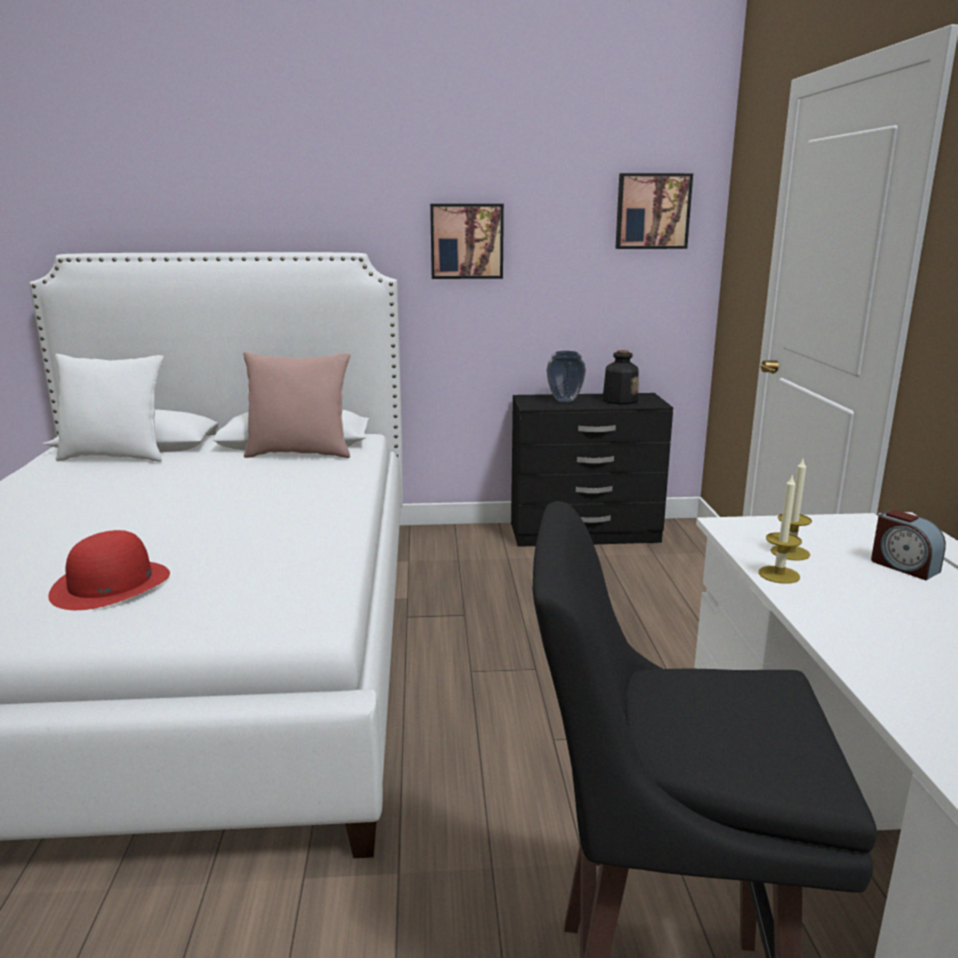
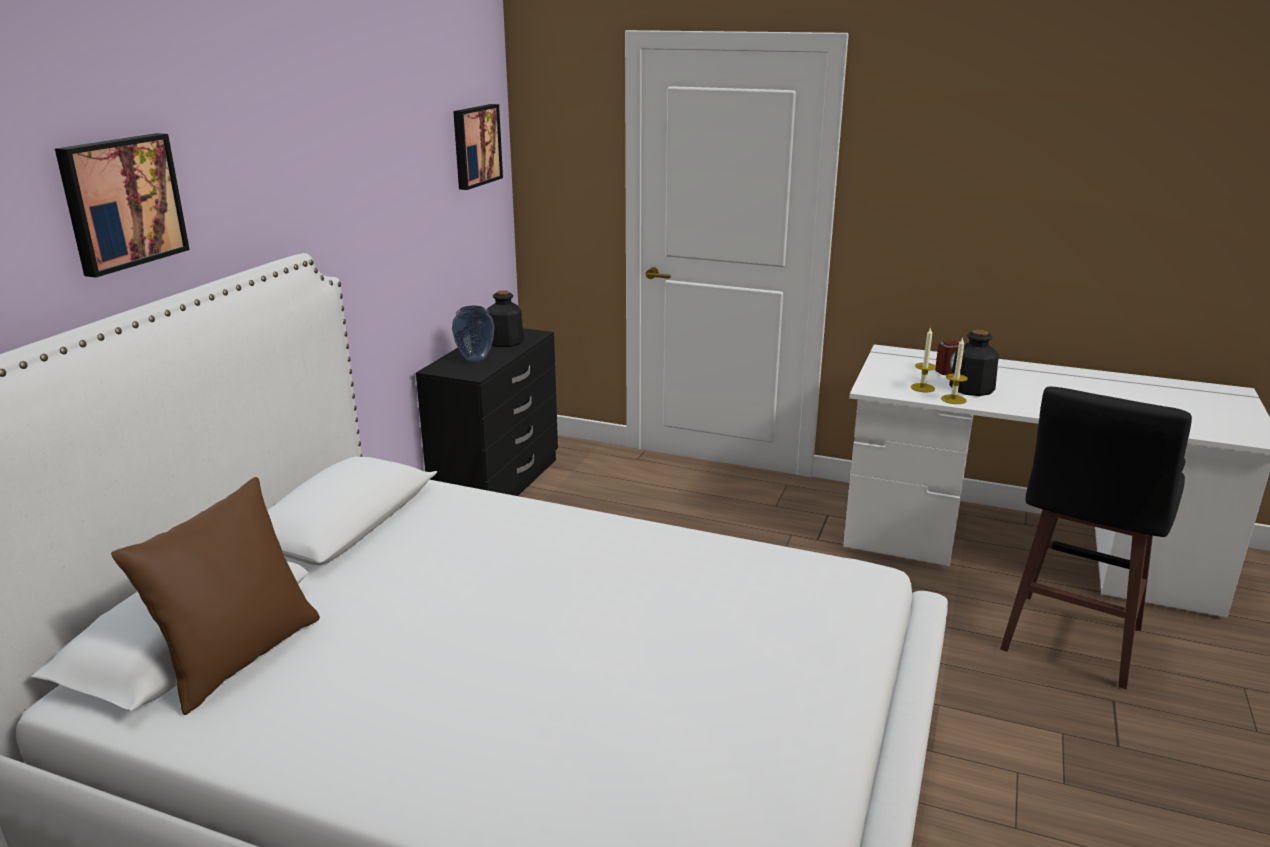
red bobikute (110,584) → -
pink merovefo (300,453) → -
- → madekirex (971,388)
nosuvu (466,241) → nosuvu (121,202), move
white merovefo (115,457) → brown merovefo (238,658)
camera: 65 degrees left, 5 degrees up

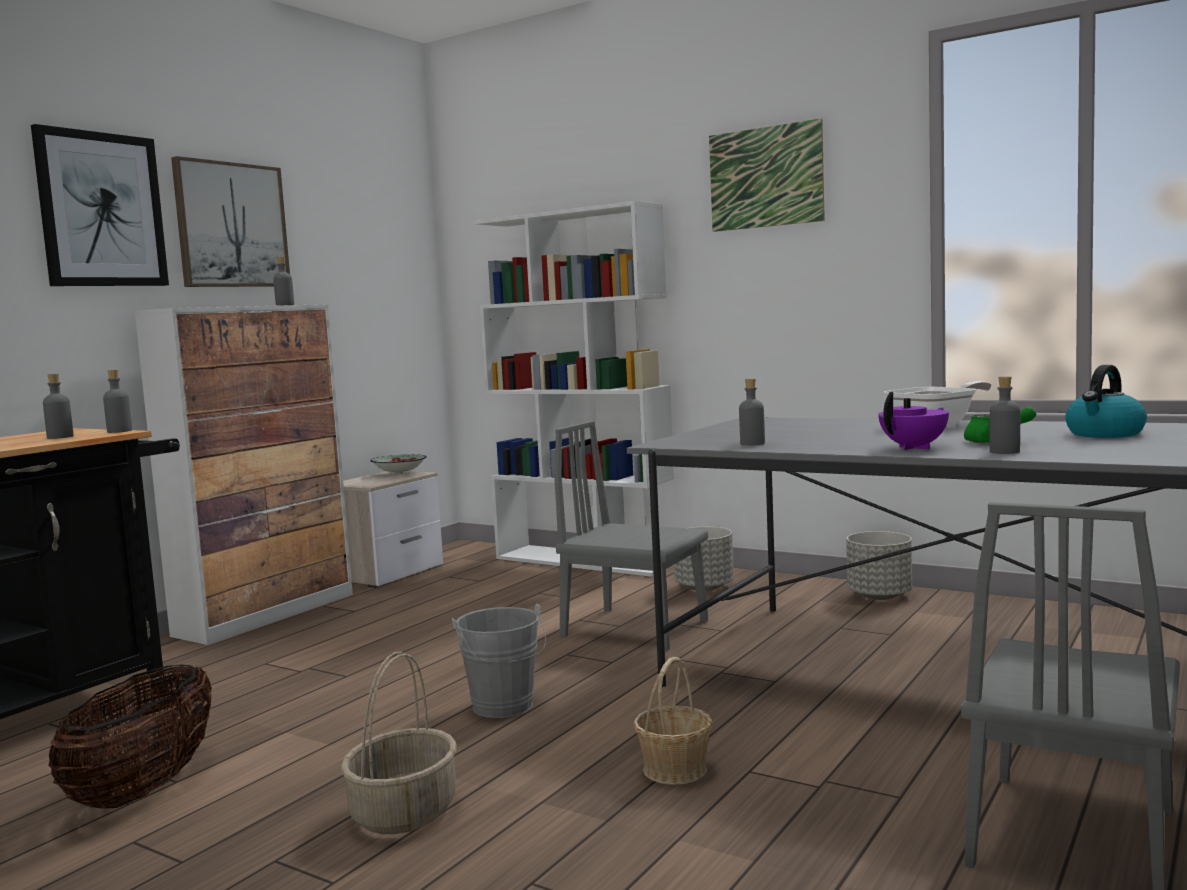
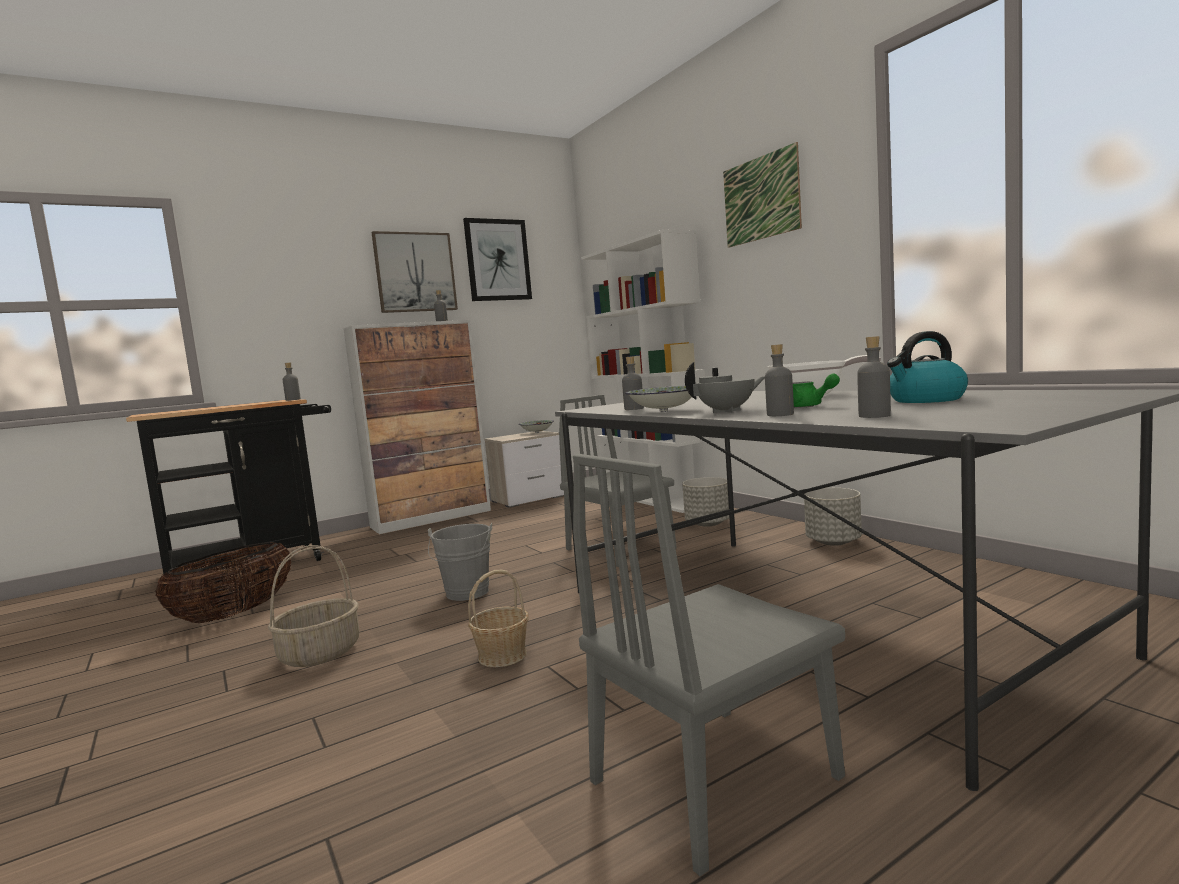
- → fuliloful (664,411)
nosuvu (101,210) → nosuvu (497,260), move
grey madekirex (60,437) → grey madekirex (874,416), move
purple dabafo (915,447) → grey dabafo (727,411)
camera: 25 degrees right, 0 degrees up

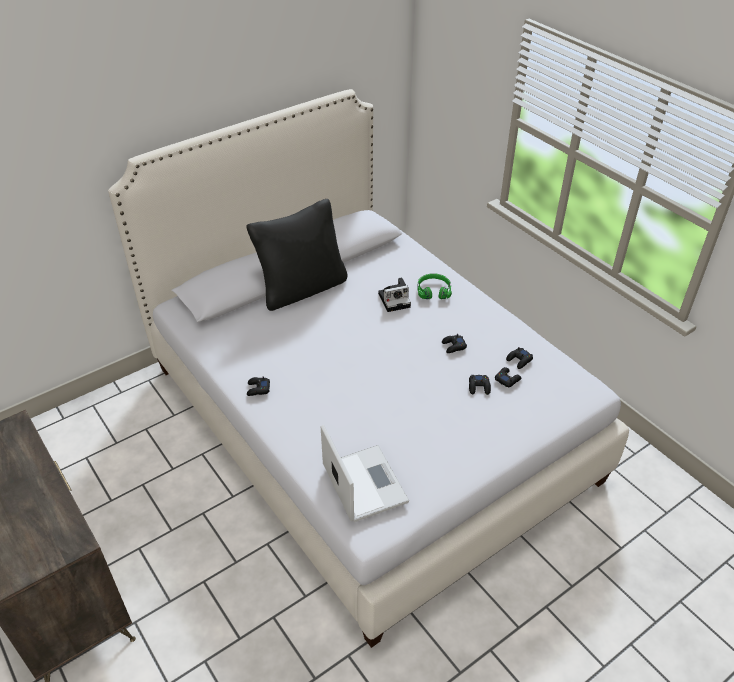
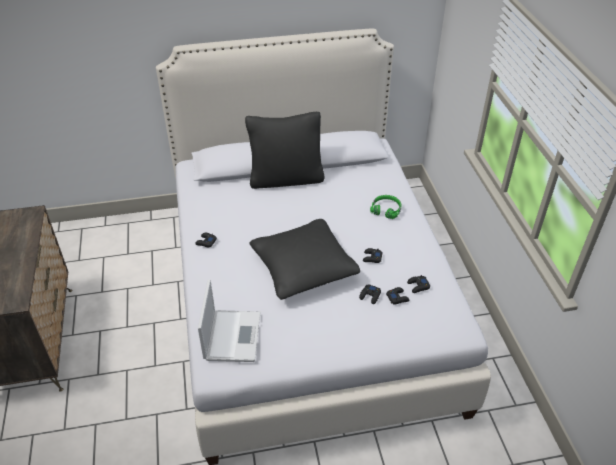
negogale (395,300) → -
- → black merovefo (303,268)
camera: 25 degrees right, 0 degrees up

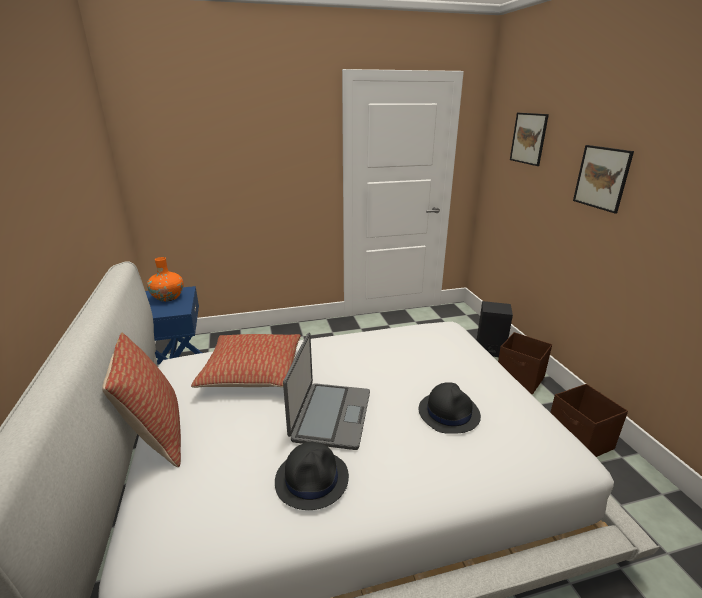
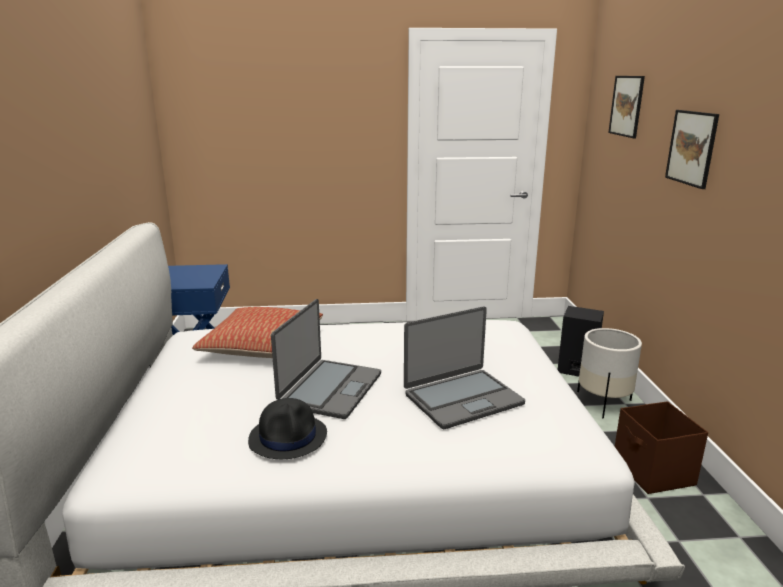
merovefo (155,434) → -
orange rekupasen (168,297) → -
black bobikute (449,412) → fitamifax (462,399)
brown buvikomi (520,379) → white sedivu (603,403)
camera: 10 degrees right, 5 degrees down

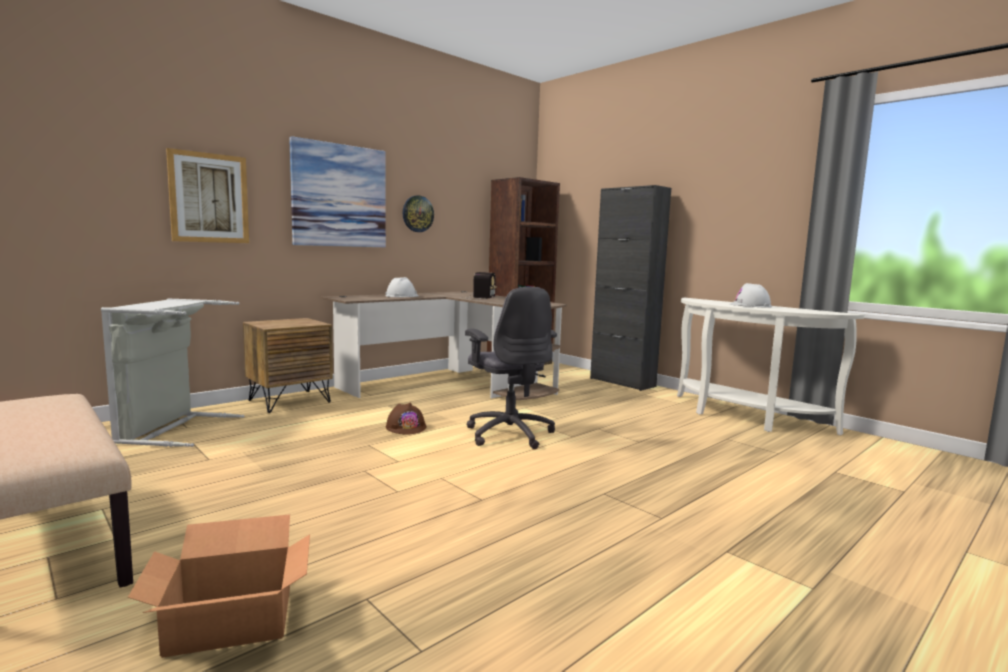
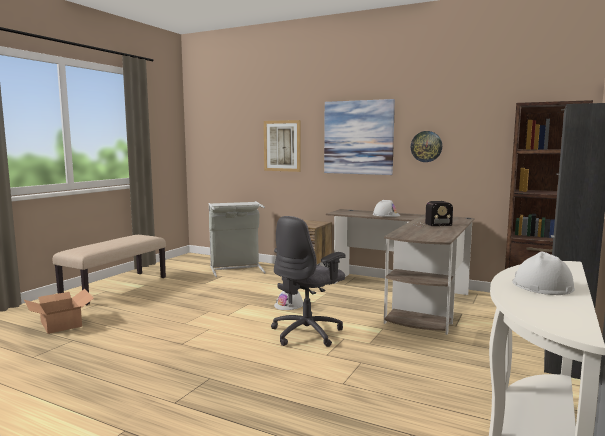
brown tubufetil (406,427) → white tubufetil (289,305)
camera: 70 degrees right, 0 degrees up

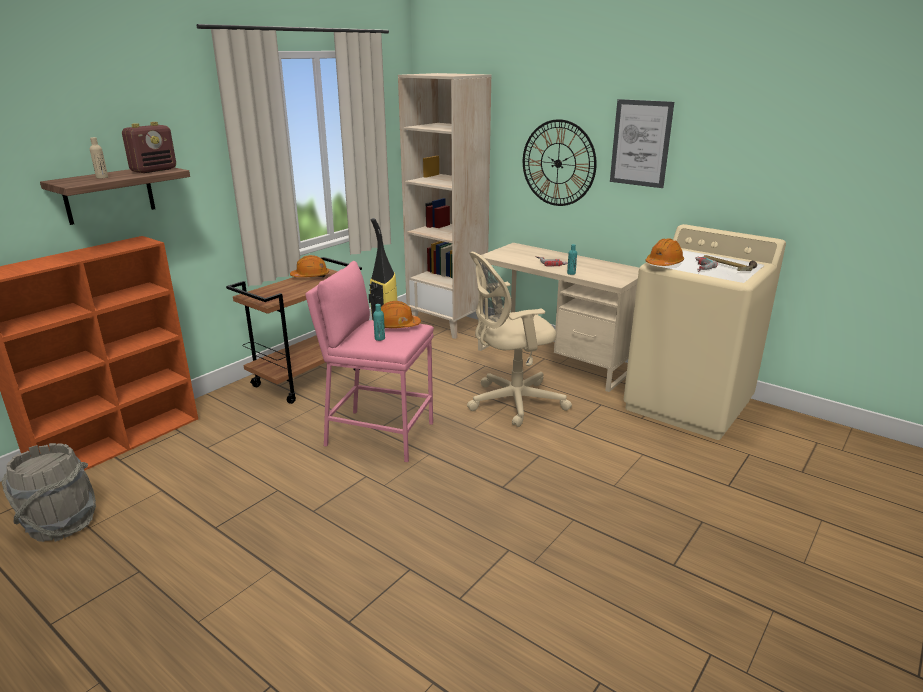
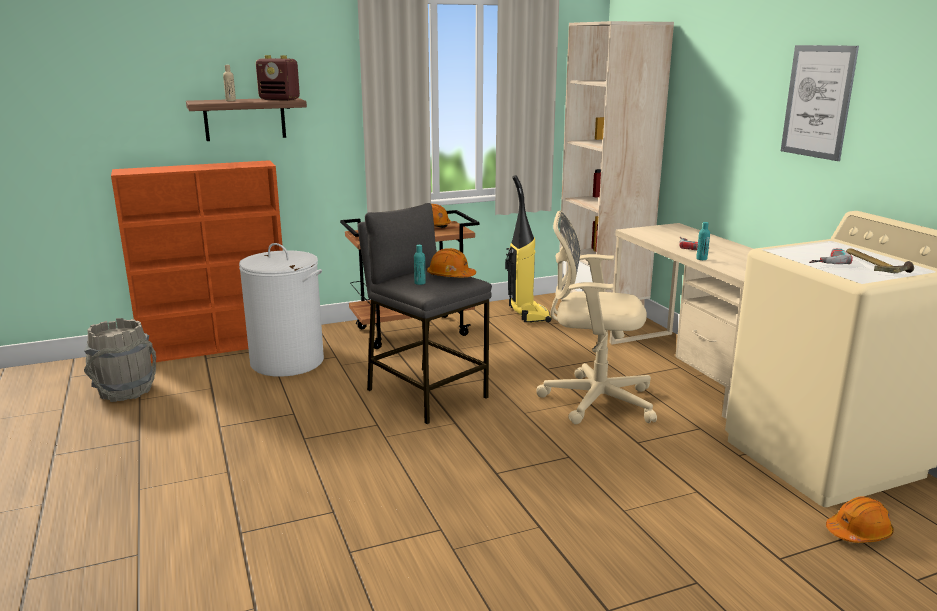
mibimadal (558,163) → -
- → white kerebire (288,361)
orange tubufetil (663,264) → orange tubufetil (858,532), move
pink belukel (379,434) → grey belukel (426,393)
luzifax (154,170) → luzifax (280,99), 45 degrees clockwise
camera: 30 degrees right, 5 degrees down

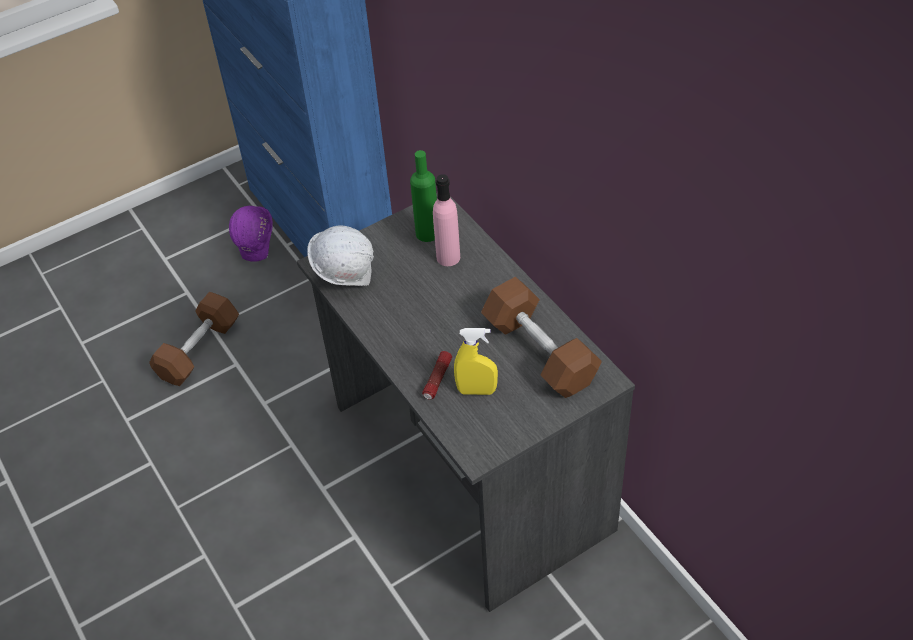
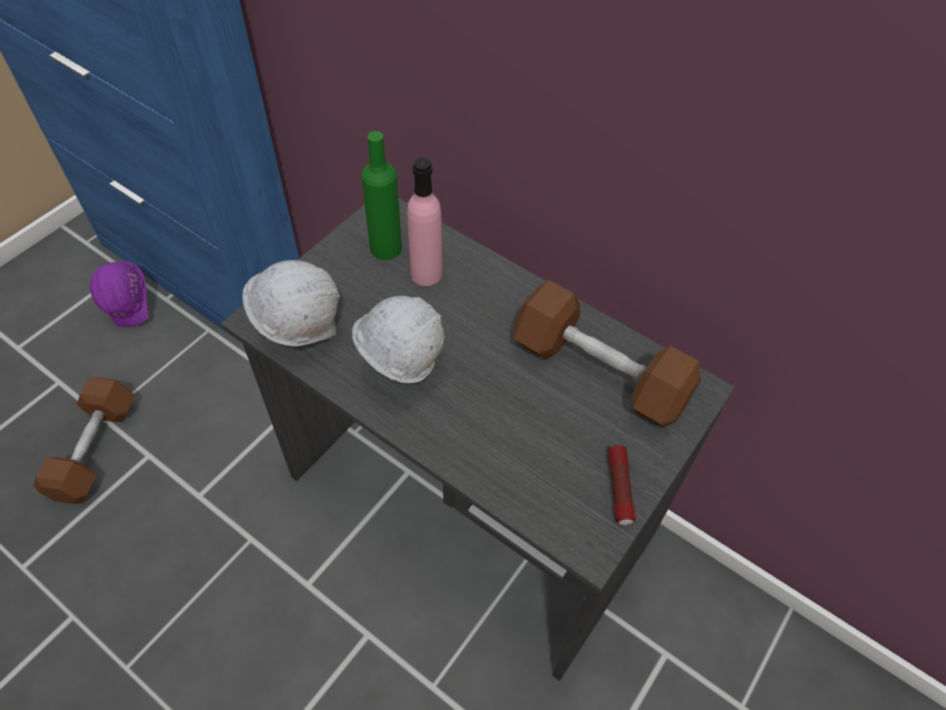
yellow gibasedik (476,390) → -
- → white tubufetil (400,368)
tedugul (437,379) → tedugul (619,489), move
camera: 25 degrees left, 5 degrees up

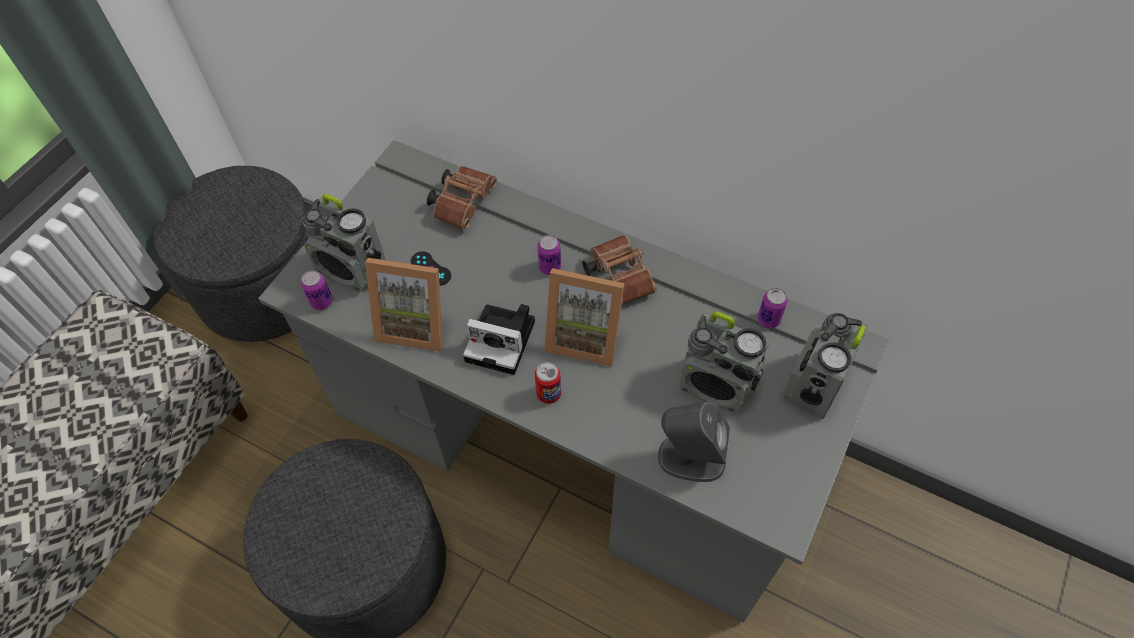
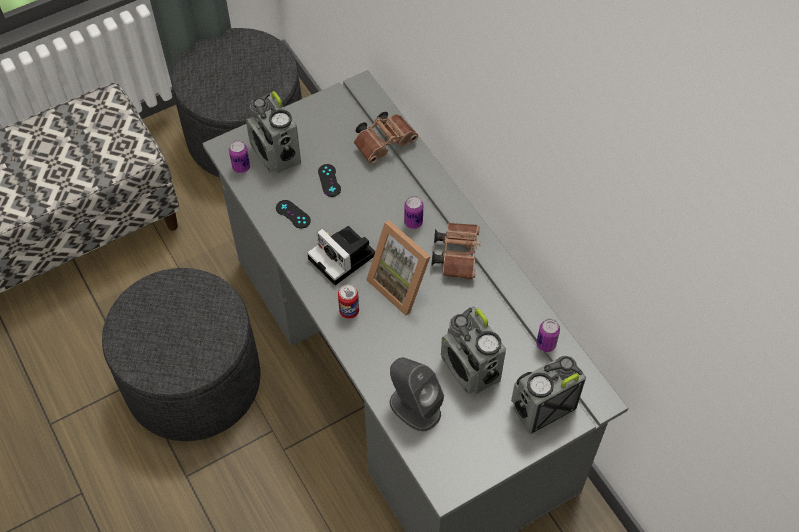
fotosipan (415,323) → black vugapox (293,214)
camera: 30 degrees right, 0 degrees up

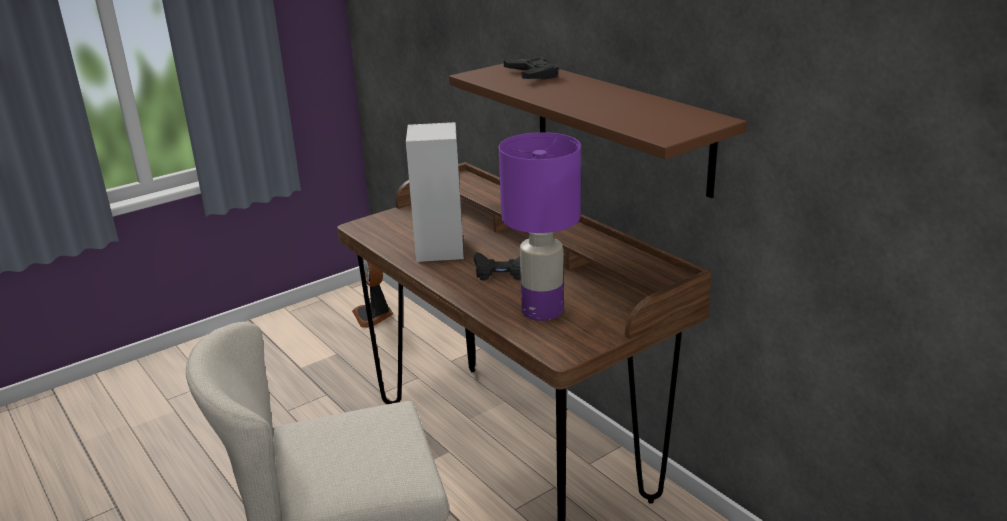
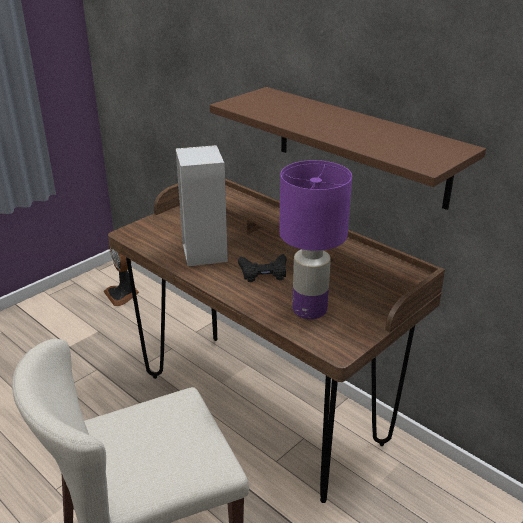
black vugapox (532,74) → -
camera: 10 degrees left, 5 degrees up

